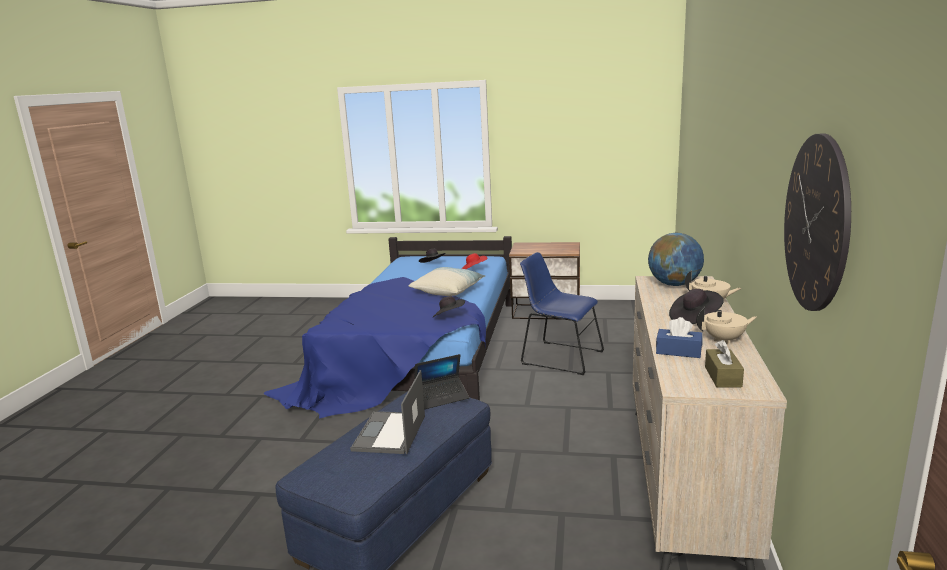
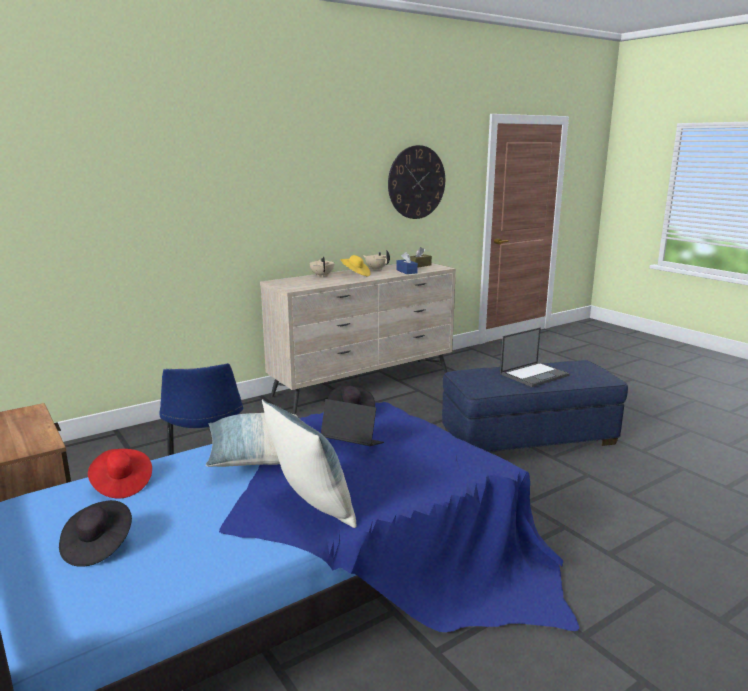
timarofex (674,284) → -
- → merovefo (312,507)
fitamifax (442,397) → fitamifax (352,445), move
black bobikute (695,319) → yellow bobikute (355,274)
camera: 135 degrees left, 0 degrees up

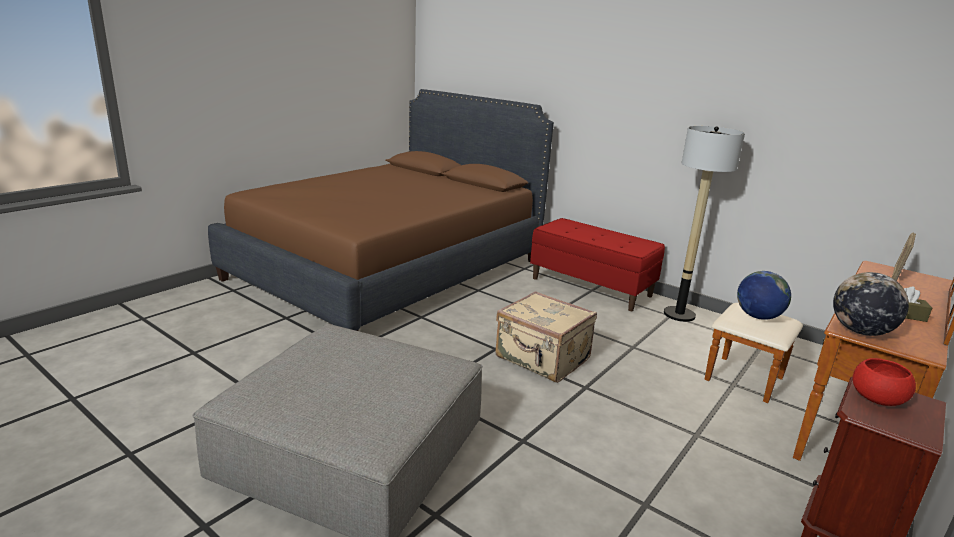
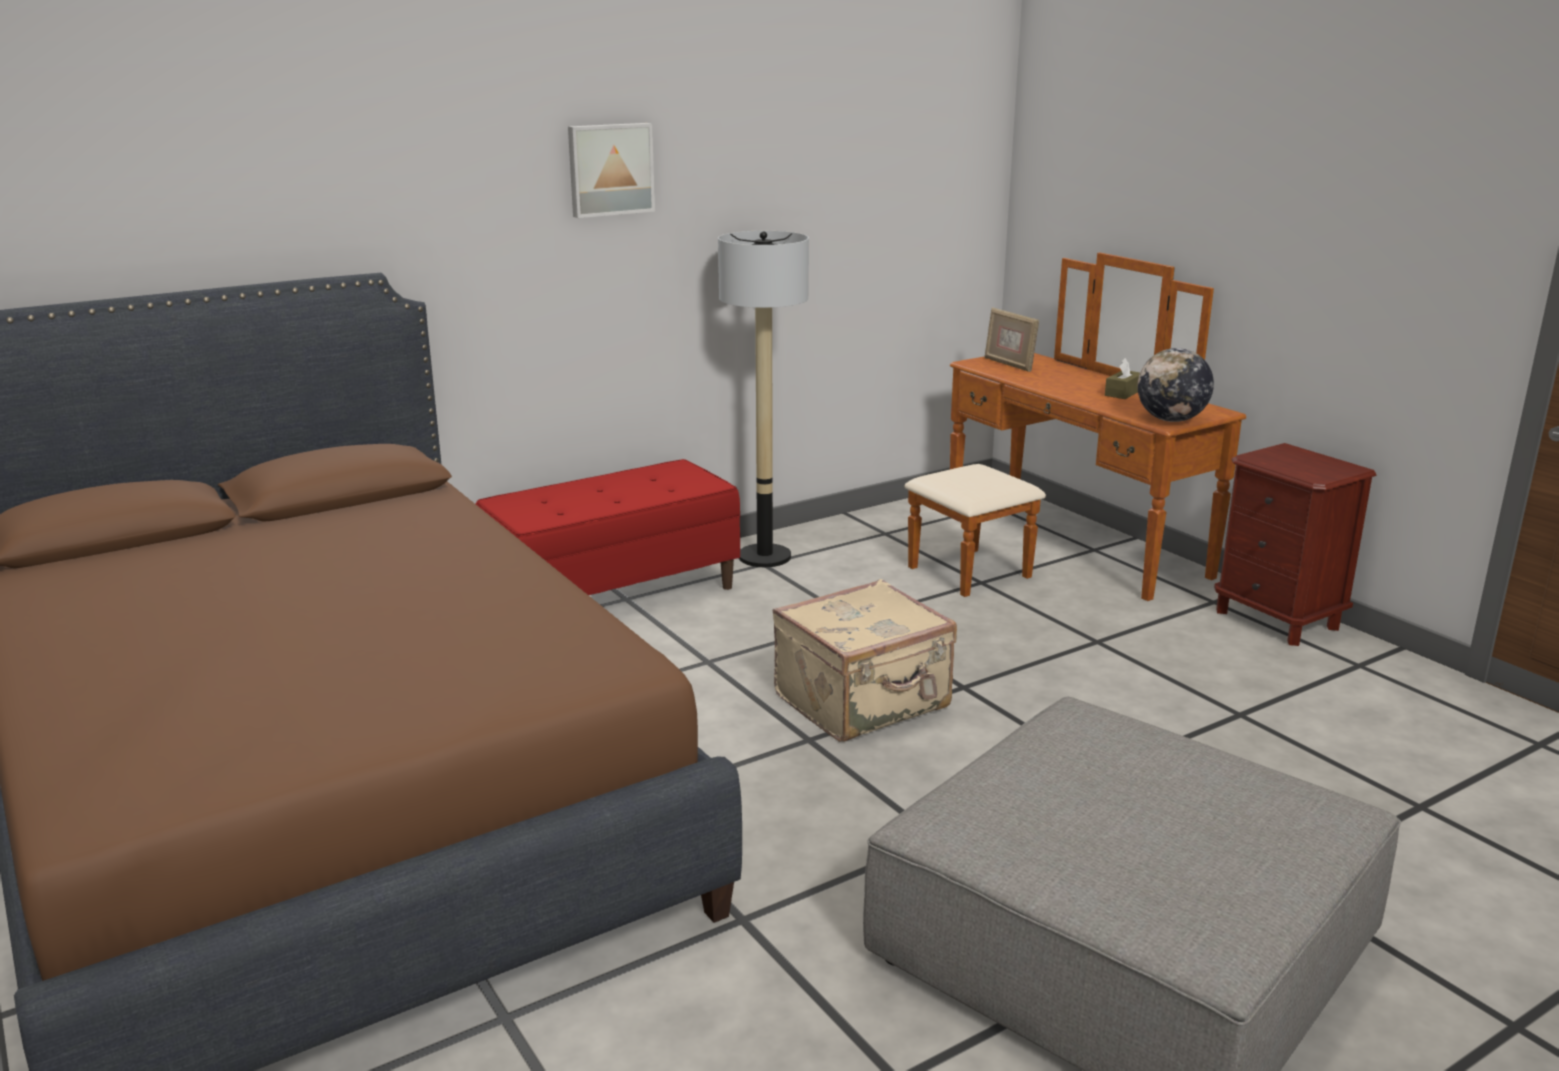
timarofex (758,316) → -
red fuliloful (876,398) → -
- → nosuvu (610,169)
camera: 70 degrees left, 0 degrees up

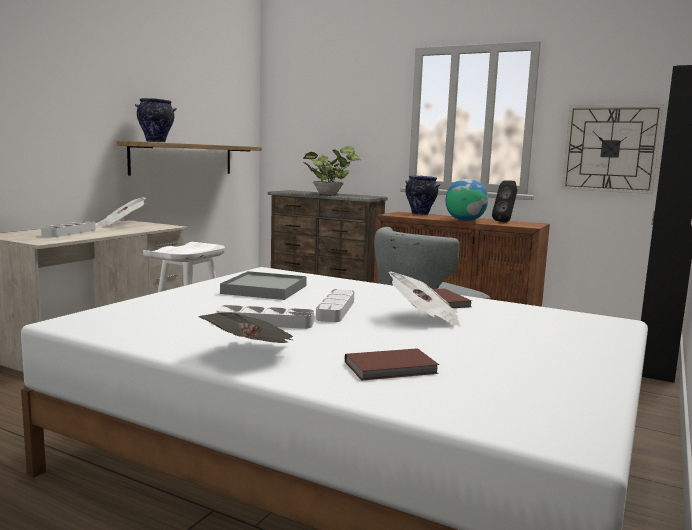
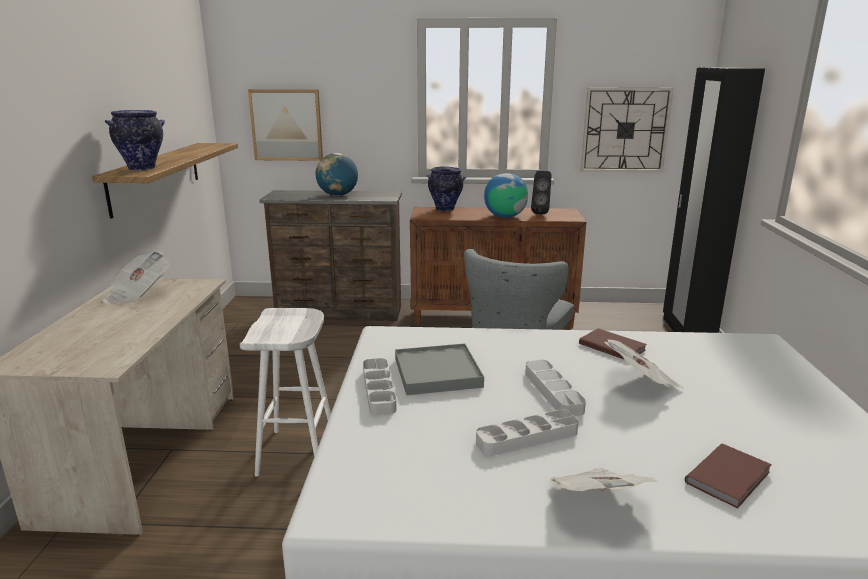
- → nosuvu (286,125)
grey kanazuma (69,233) → grey kanazuma (379,390), move
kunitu (330,194) → timarofex (338,195)
camera: 25 degrees left, 10 degrees up

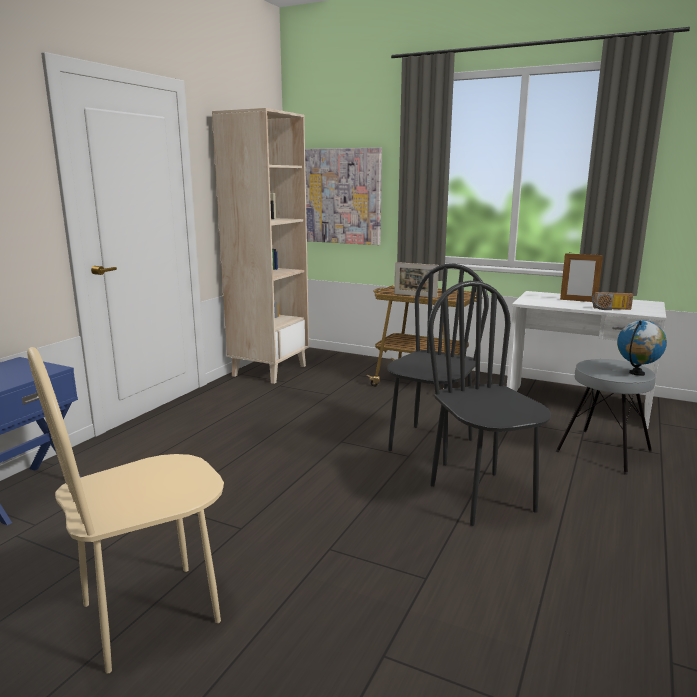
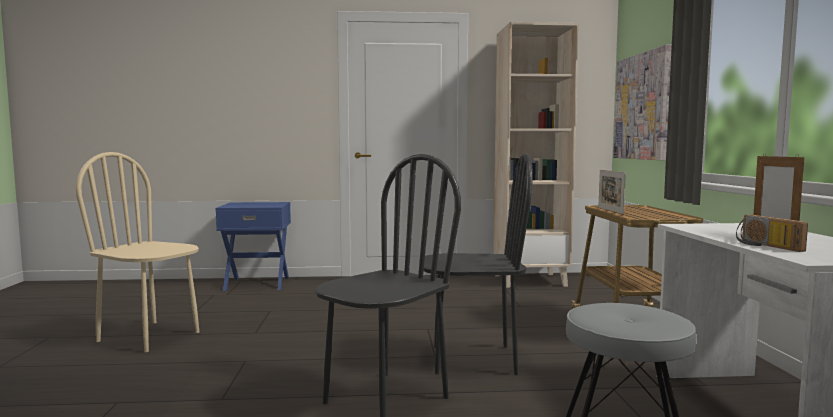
timarofex (637,373) → -
camera: 60 degrees right, 10 degrees down

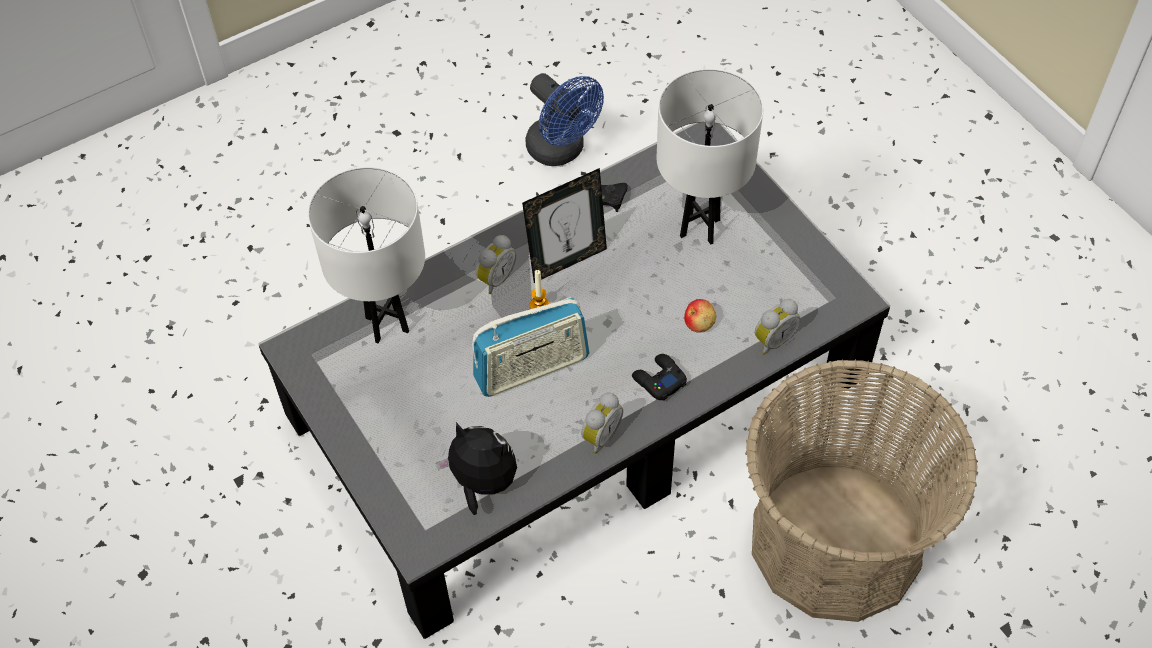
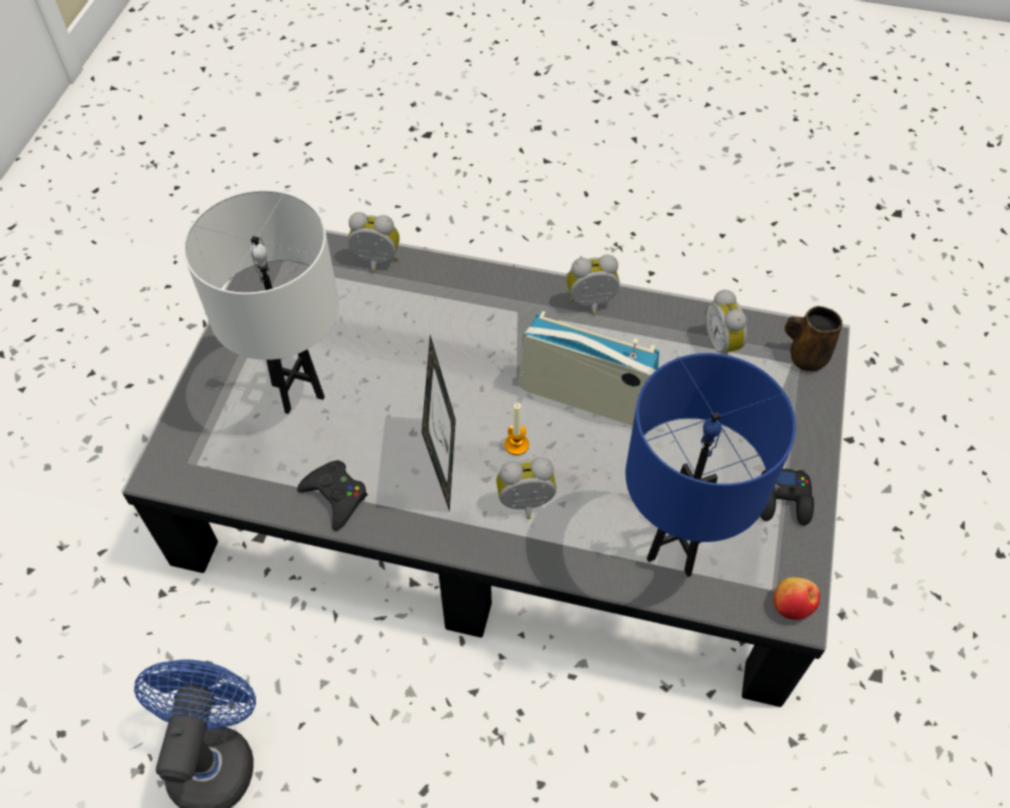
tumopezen (836,542) → -
- → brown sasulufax (805,356)
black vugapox (658,380) → black vugapox (784,500), move
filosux (699,323) → filosux (792,604), move
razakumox (482,483) → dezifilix (723,345)
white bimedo (387,324) → blue bimedo (674,549)
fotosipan (567,261) → fotosipan (443,464), 75 degrees clockwise
camera: 135 degrees left, 0 degrees up

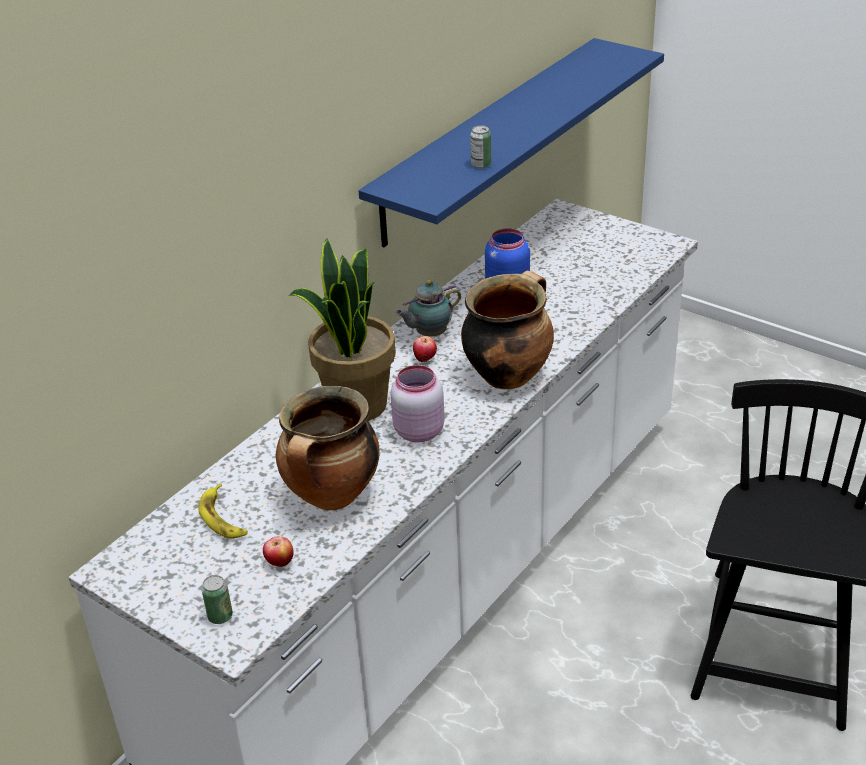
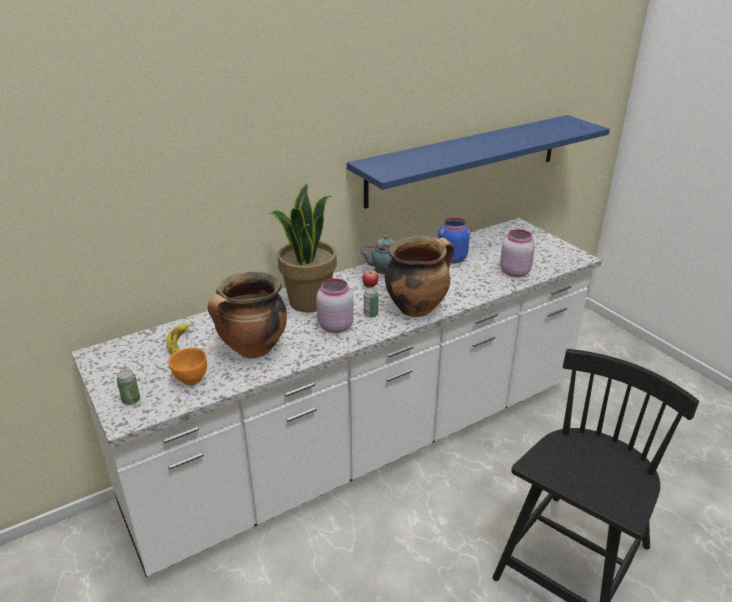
- → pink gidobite (514,271)
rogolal (481,164) → rogolal (370,314), move
filosux (280,563) → orange fuliloful (191,380)
camera: 20 degrees right, 5 degrees down

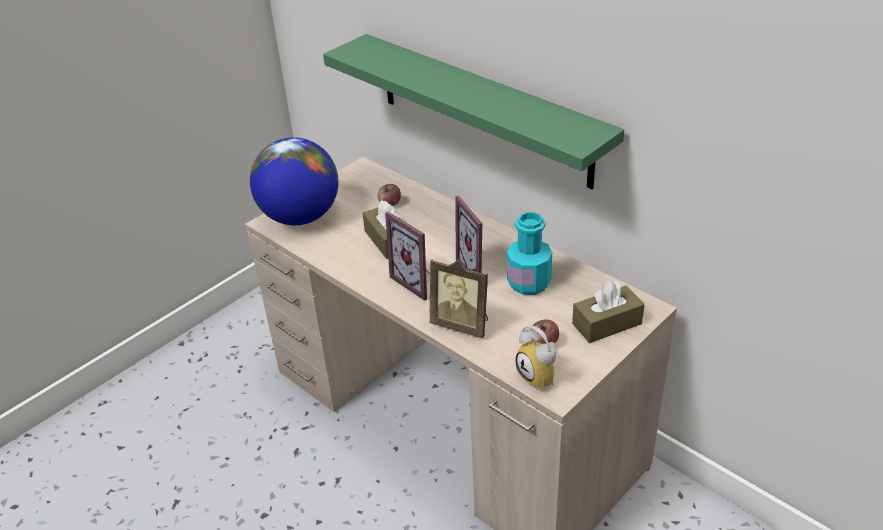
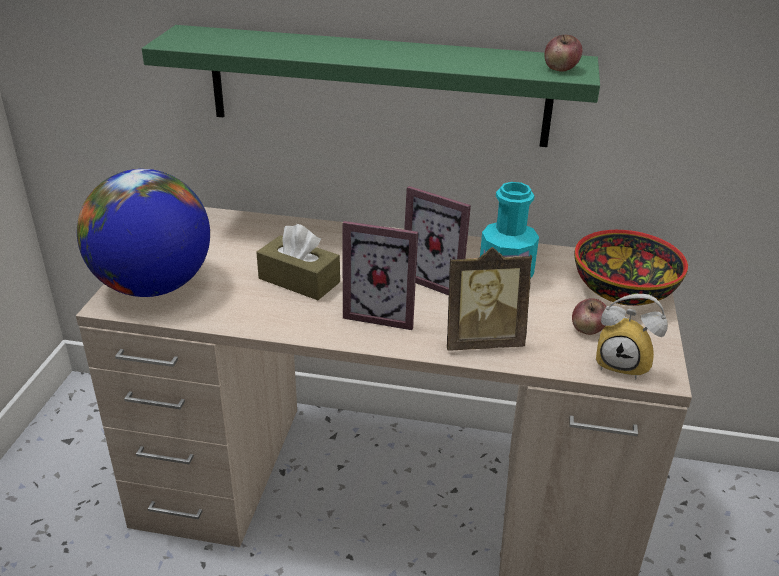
filosux (390,204) → filosux (561,69), move
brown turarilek (607,324) → fuliloful (624,291)
camera: 35 degrees left, 5 degrees down

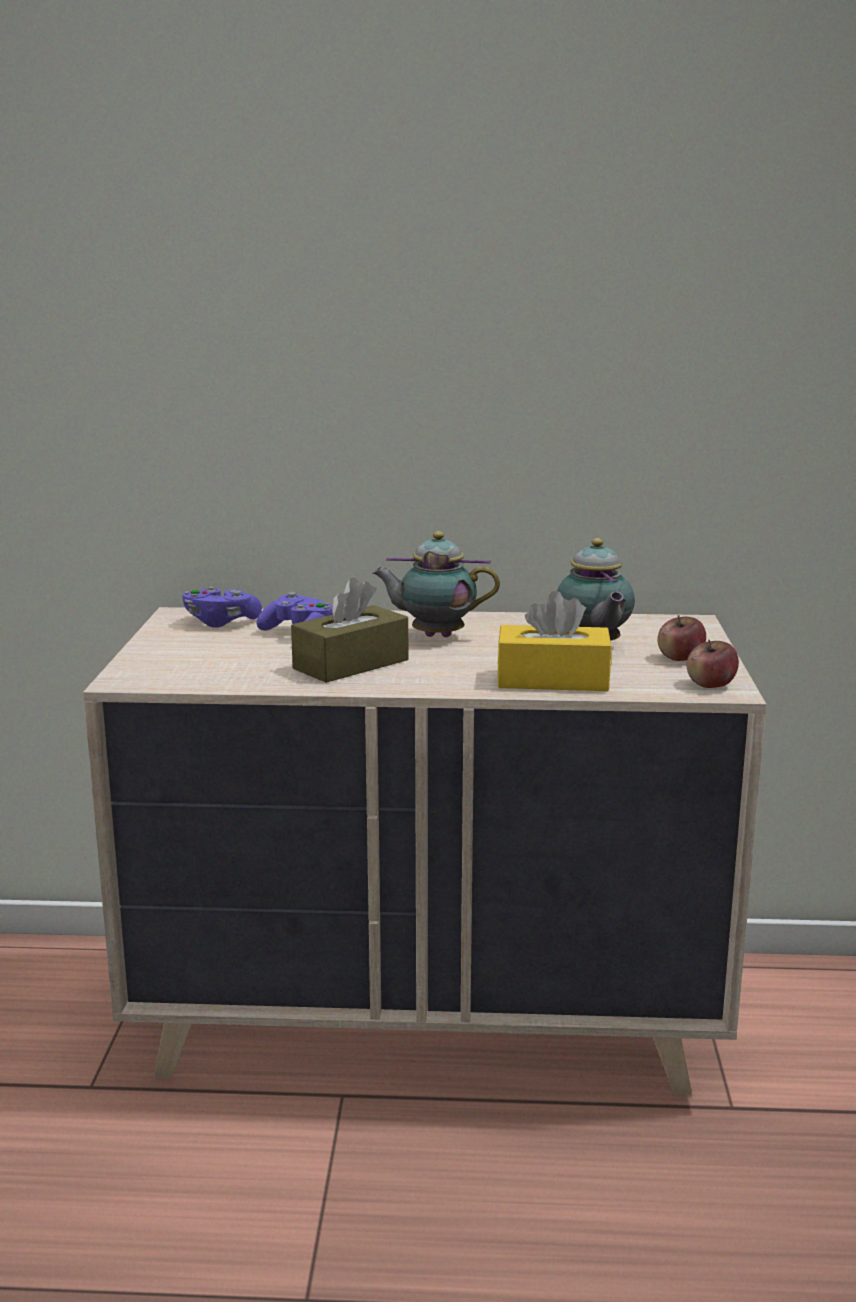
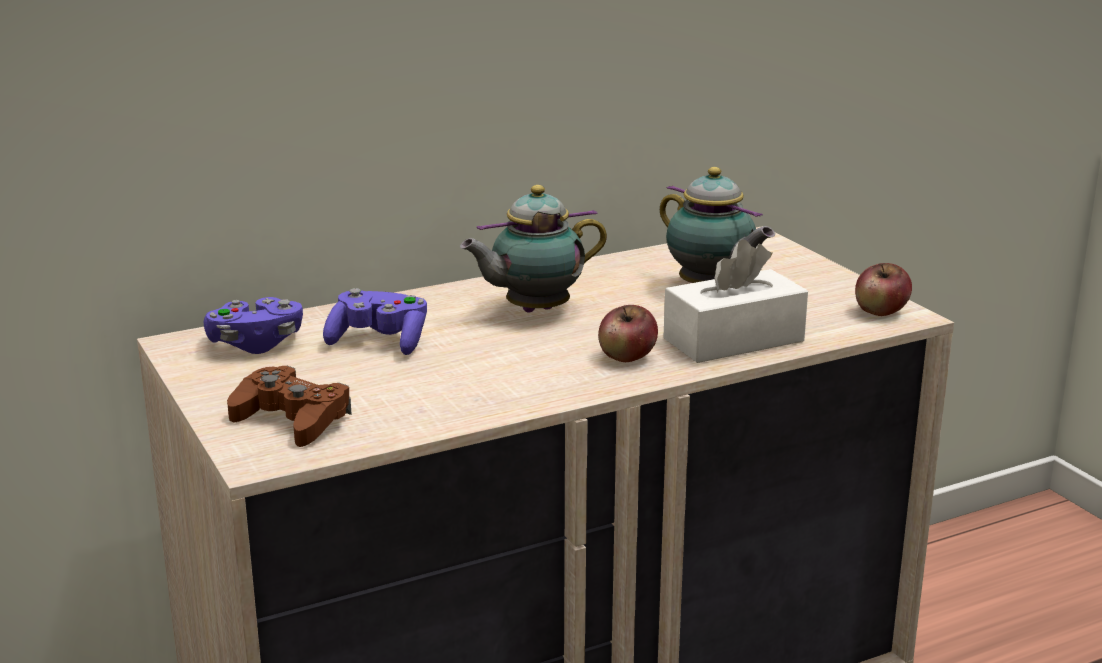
brown turarilek (351,664) → -
- → brown vugapox (292,419)
filosux (680,658) → filosux (627,357), move
yellow turarilek (552,680) → white turarilek (733,340)
camera: 30 degrees left, 5 degrees up

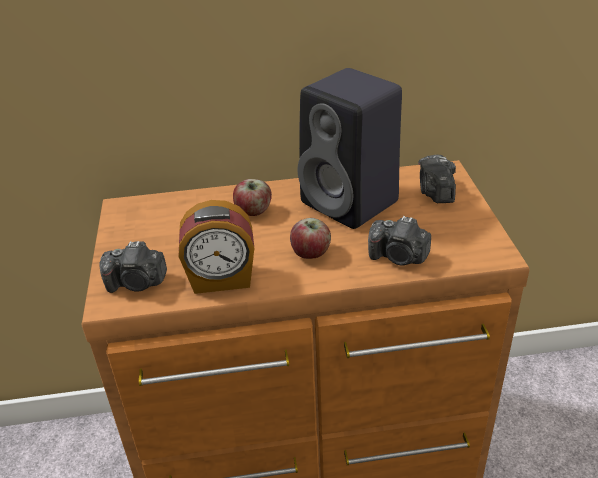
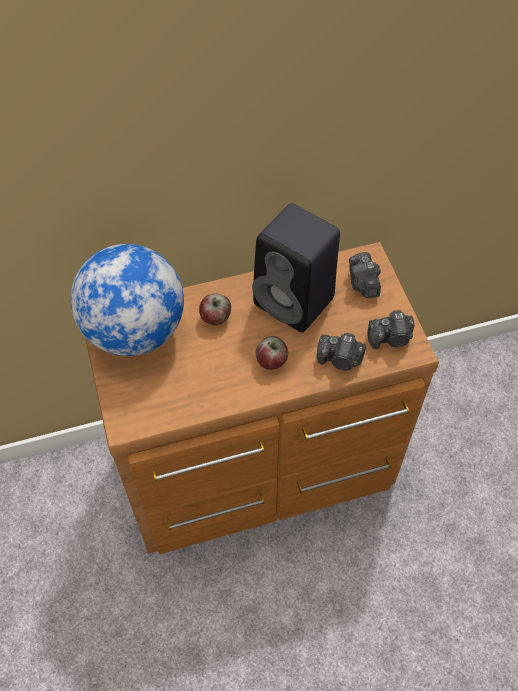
dezifilix (221,280) → -
- → timarofex (135,331)
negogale (137,283) → negogale (391,338), move
camera: 10 degrees left, 20 degrees up

